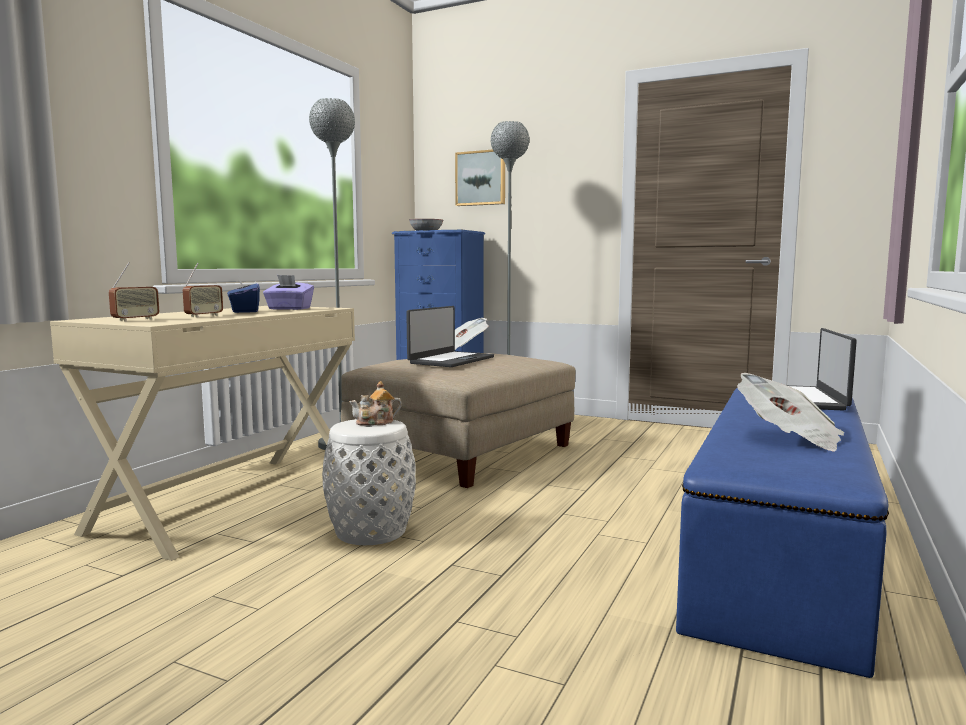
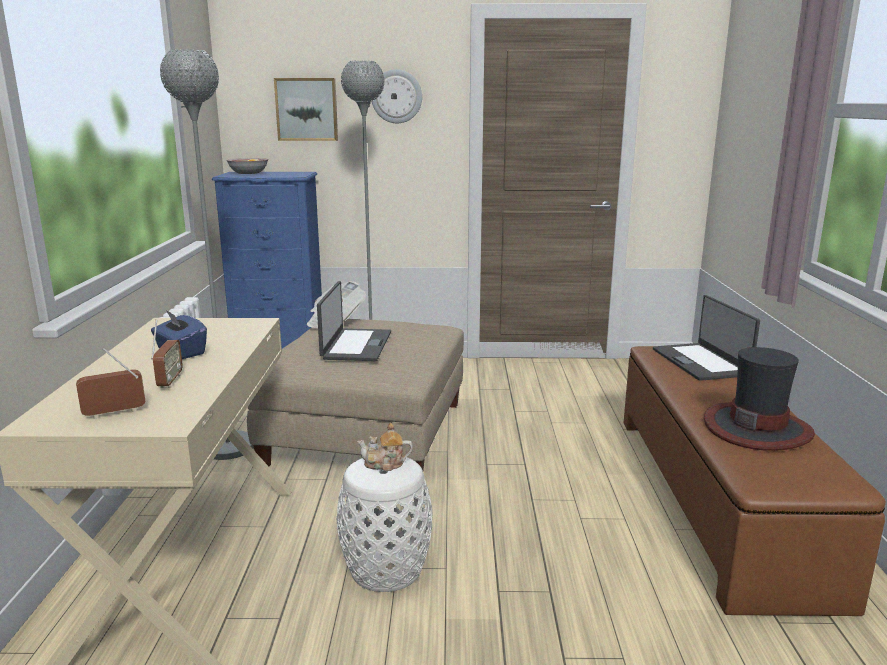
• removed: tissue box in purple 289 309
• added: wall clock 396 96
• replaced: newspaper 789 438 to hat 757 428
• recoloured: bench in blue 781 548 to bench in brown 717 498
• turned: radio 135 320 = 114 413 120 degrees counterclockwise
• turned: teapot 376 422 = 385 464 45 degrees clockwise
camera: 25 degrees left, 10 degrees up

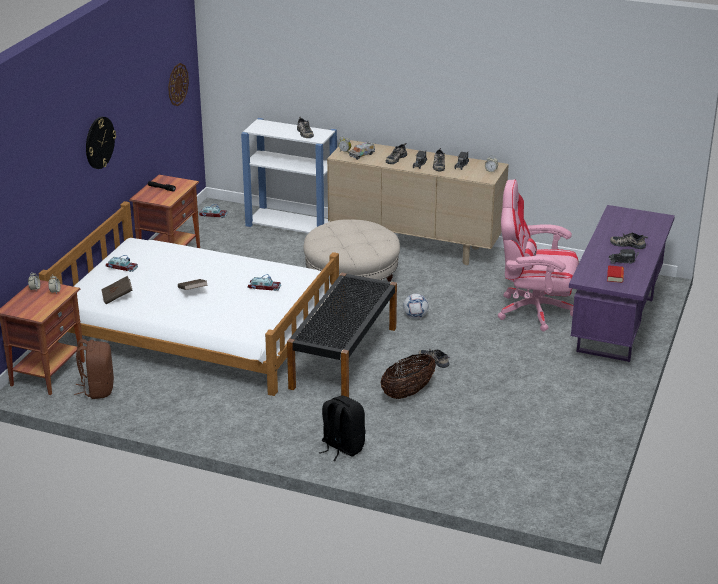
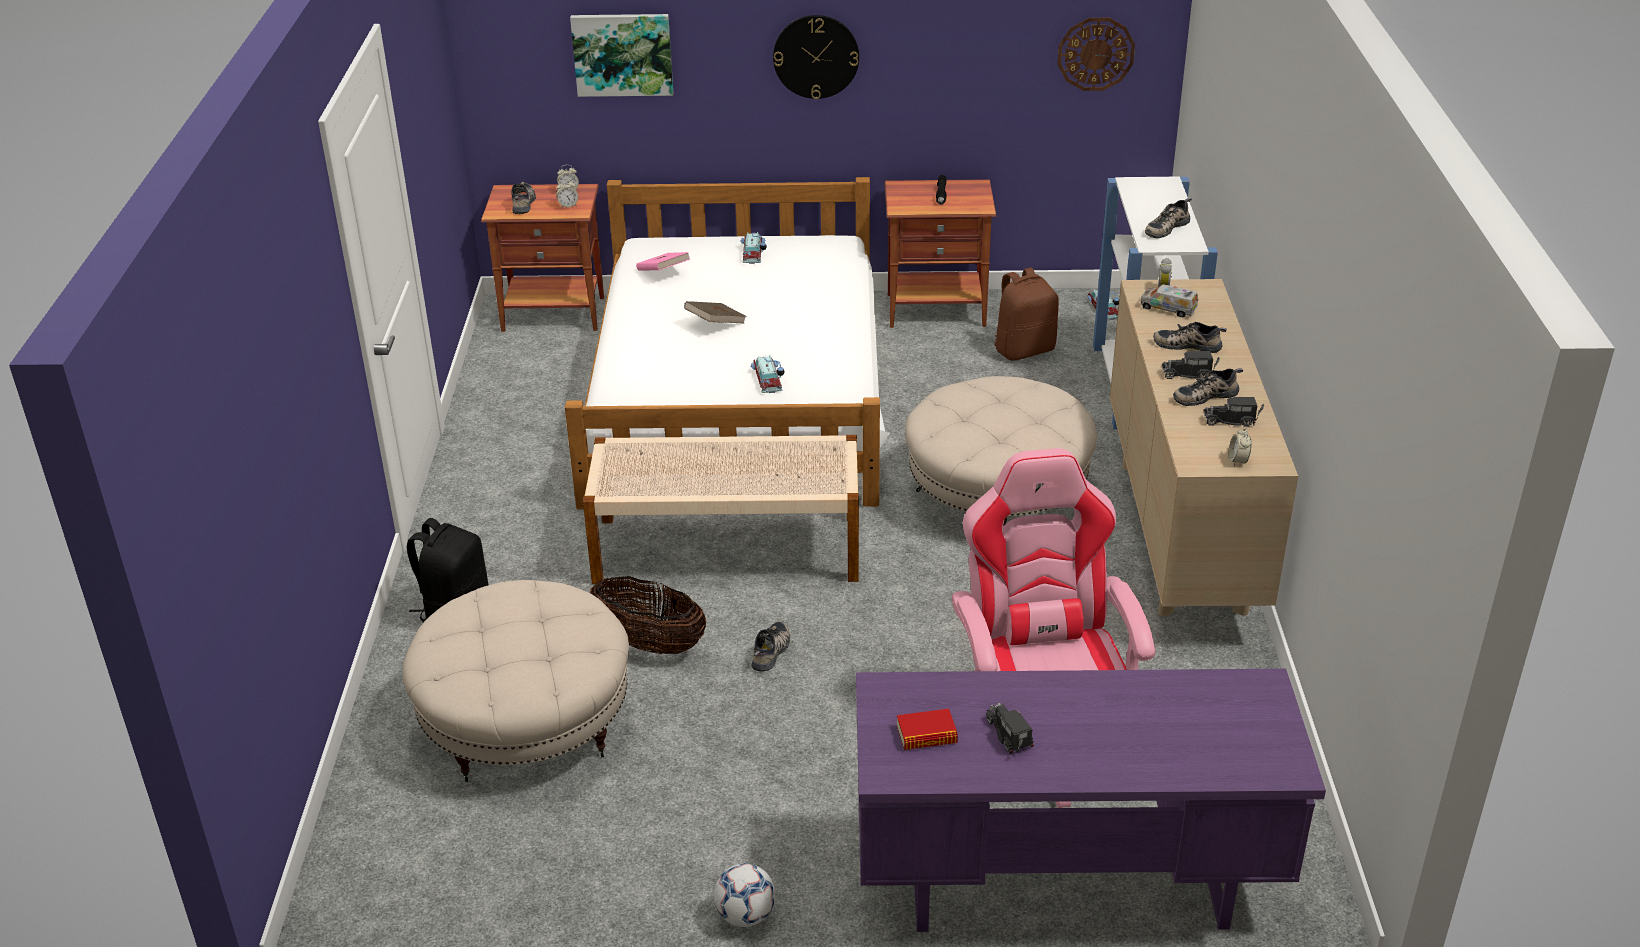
• added: ottoman in beige 526 722
• added: picture 622 54
• moved: backpack in brown 97 389 to 1024 349
• moved: football 415 316 to 745 916
• moved: shoe 628 244 to 524 203
• recoloured: book in brown 117 297 to book in pink 663 273
• recoloured: bench in black 343 357 to bench in beige 727 548
camera: 70 degrees right, 5 degrees up

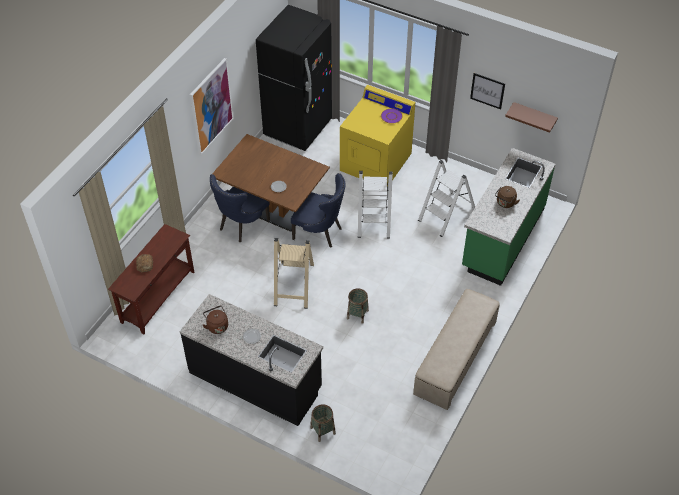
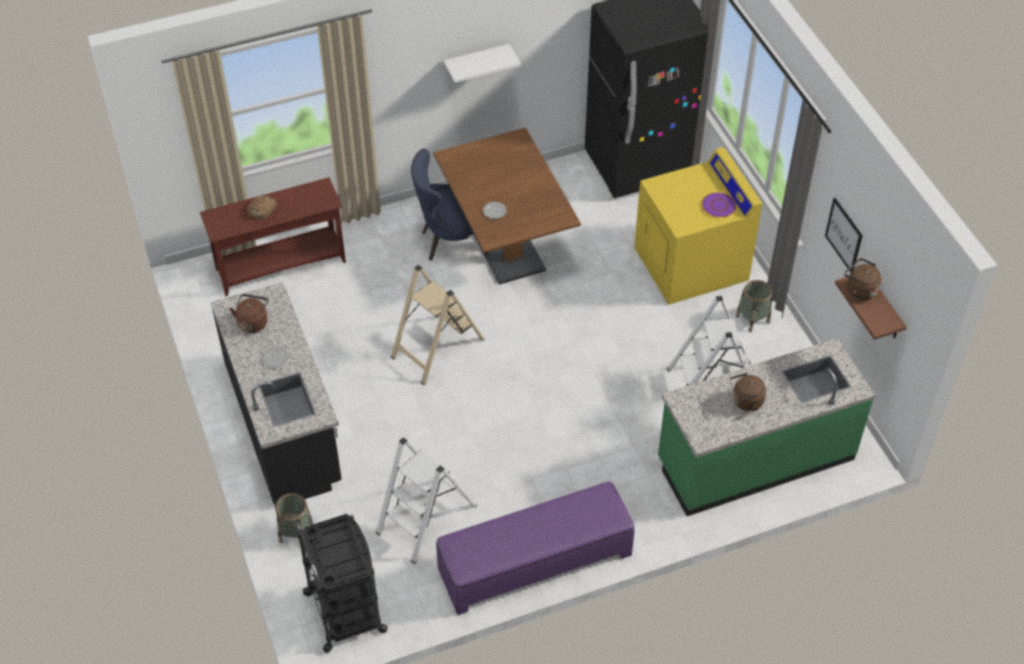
• removed: chair in blue 320 232
• added: cart in black 346 612
• added: kettle in brown 859 290
• moved: basket 357 314 to 752 319
• moved: step ladder in white 374 217 to 427 518
• replaced: picture 211 106 to shelf in white 476 62
• recoloured: bench in beige 455 357 to bench in purple 534 562
camera: 40 degrees right, 0 degrees up

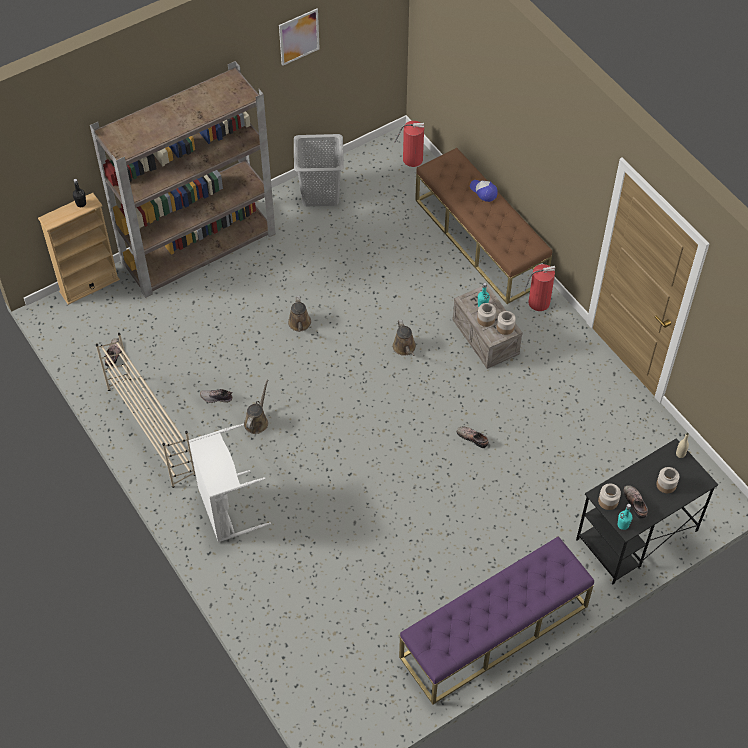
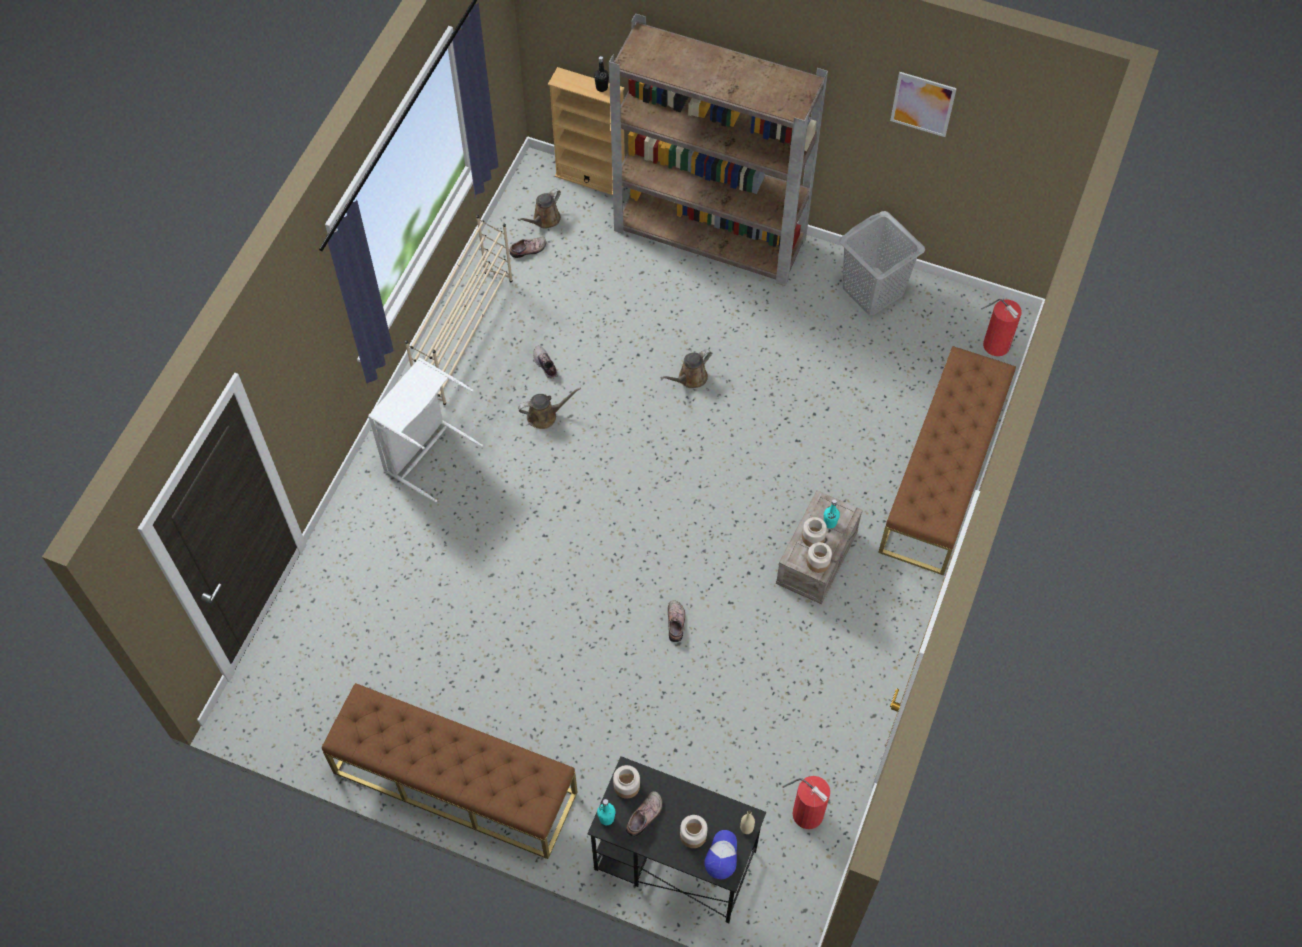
• moved: watering can in brown 405 348 to 544 220
• moved: cap 483 191 to 721 856
• moved: fire extinguisher 538 302 to 806 812
• recoloured: bench in purple 494 632 to bench in brown 454 782
camera: 55 degrees right, 5 degrees up

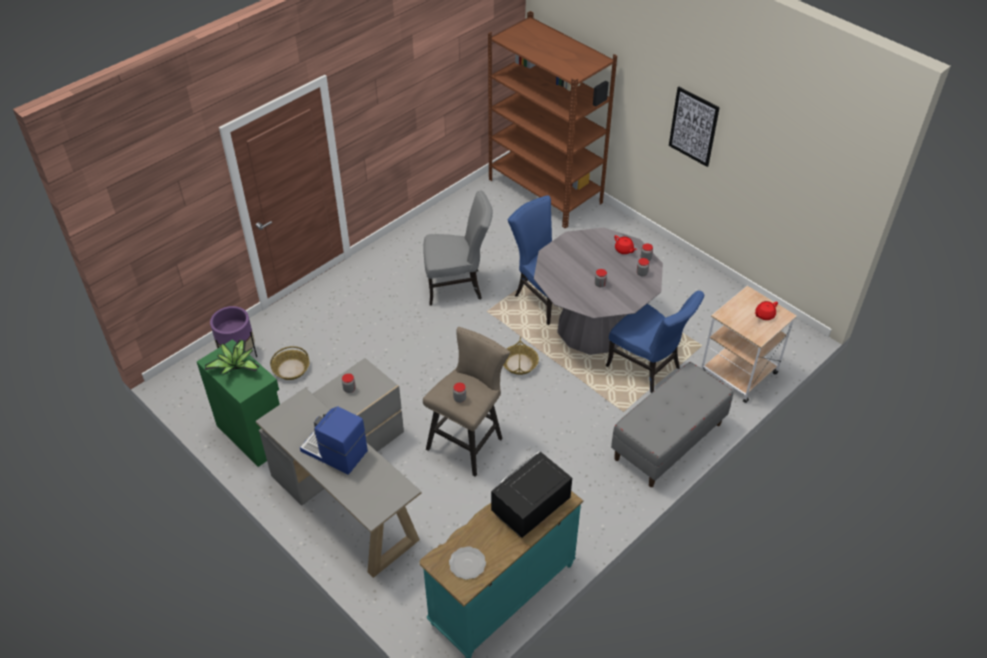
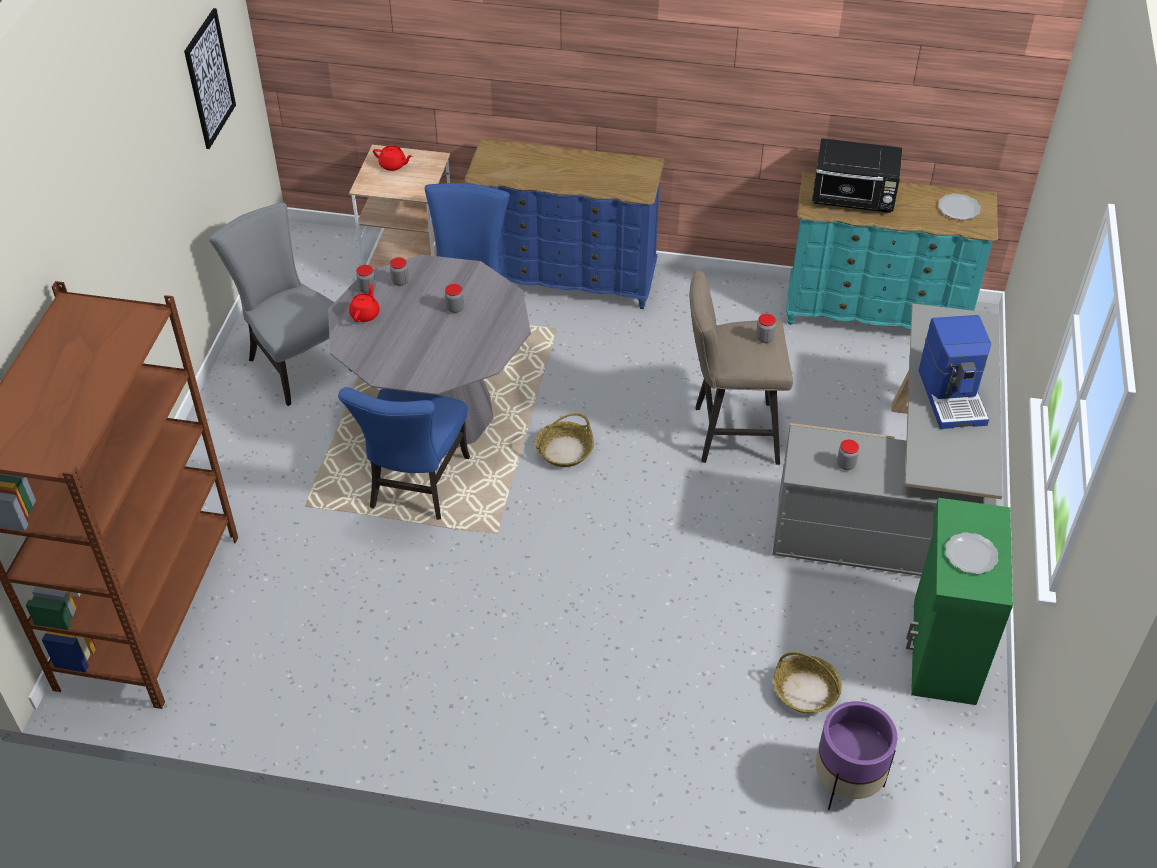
• moved: chair in grey 458 285 to 295 362
• moved: picture 693 126 to 209 79
• replaced: potted plant 235 366 to plate 970 554
• replaced: bench in grey 668 441 to dresser in blue 566 279
camera: 125 degrees left, 0 degrees up

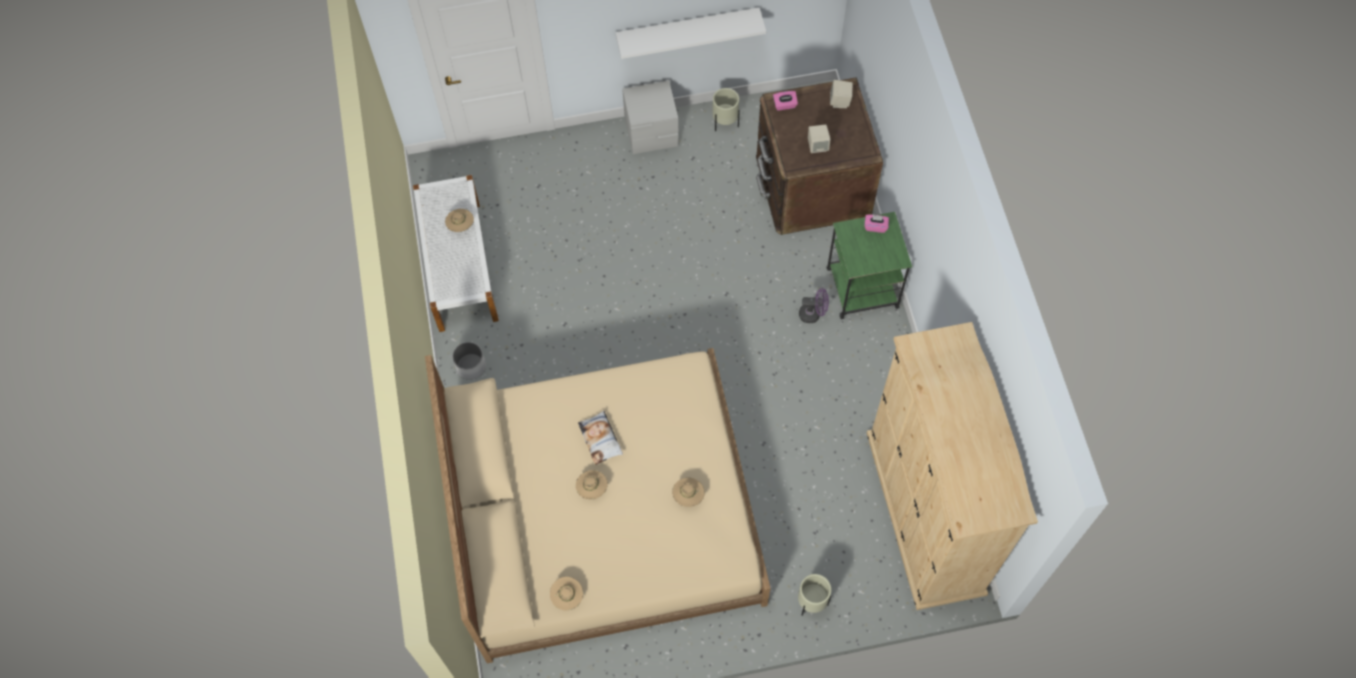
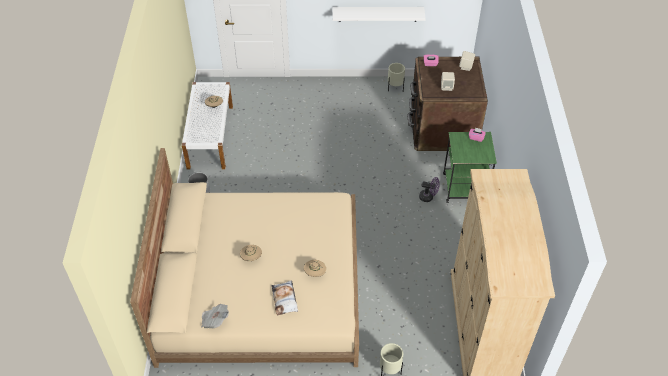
• removed: nightstand in white 651 132
• moved: pillow 601 439 to 285 299
• replaced: hat in beige 567 597 to newspaper 215 320
camera: 10 degrees right, 15 degrees down

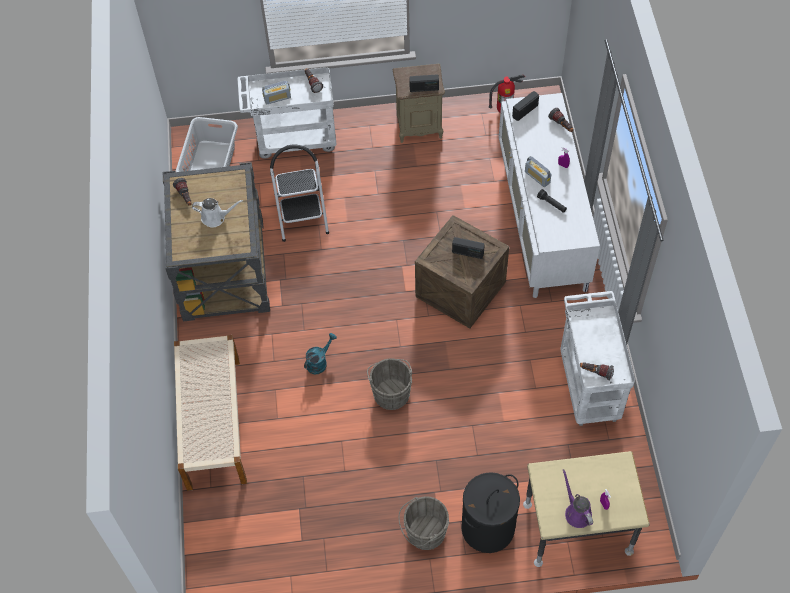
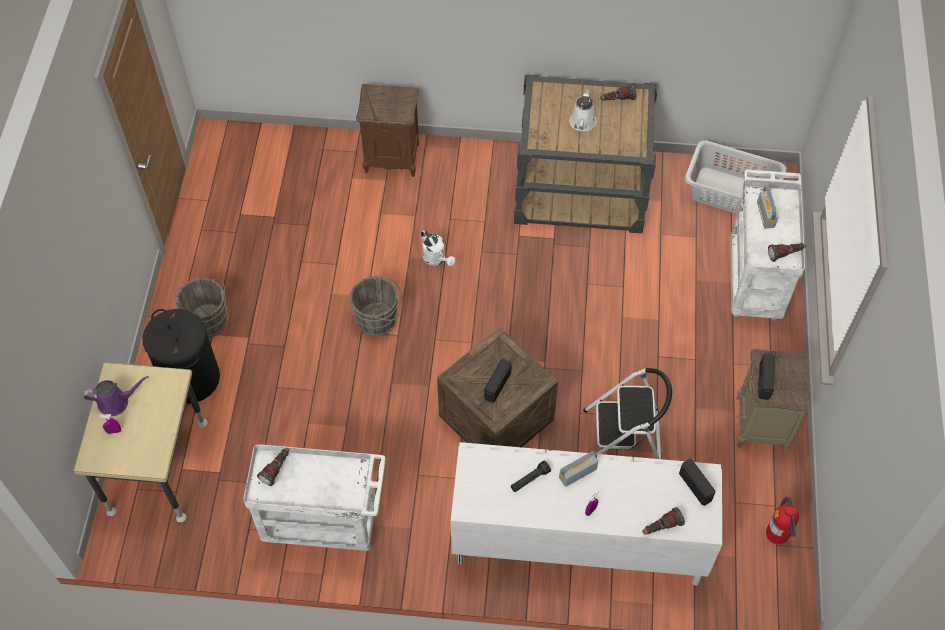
• moved: step ladder 301 213 to 625 437
• replaced: bench in beige 213 423 to nightstand in brown 392 159
• recoloured: watering can in turquoise 319 362 to watering can in white 436 259
camera: 100 degrees right, 0 degrees up

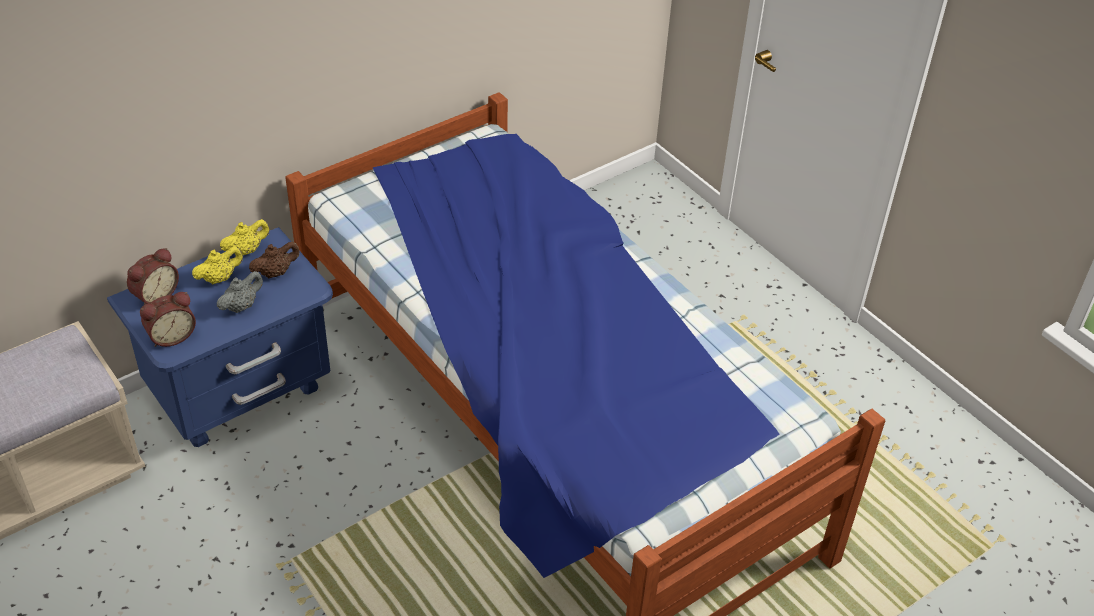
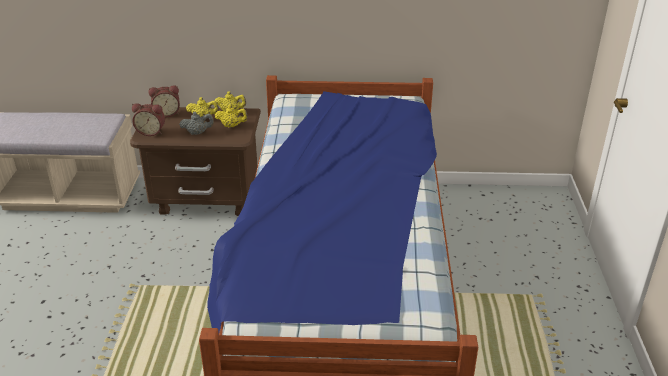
• recoloured: nightstand in blue 243 396 to nightstand in brown 206 202
• recoloured: teapot in brown 276 273 to teapot in yellow 232 126
camera: 40 degrees right, 10 degrees down

